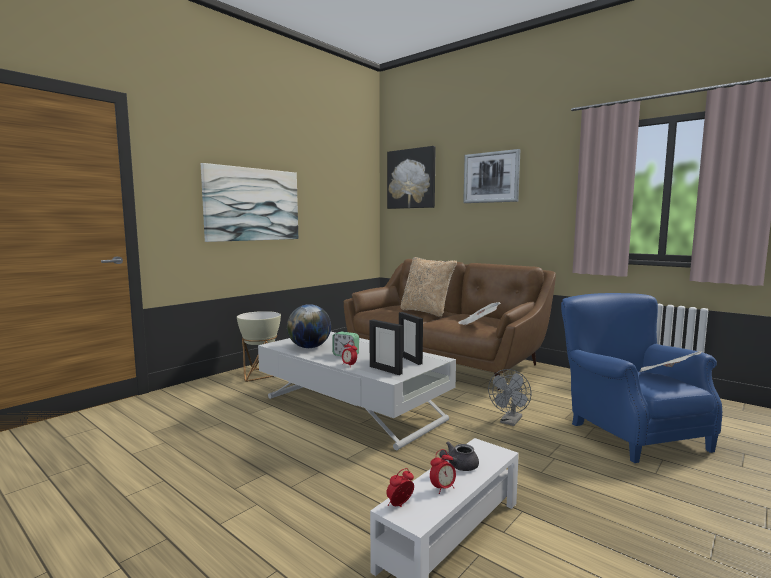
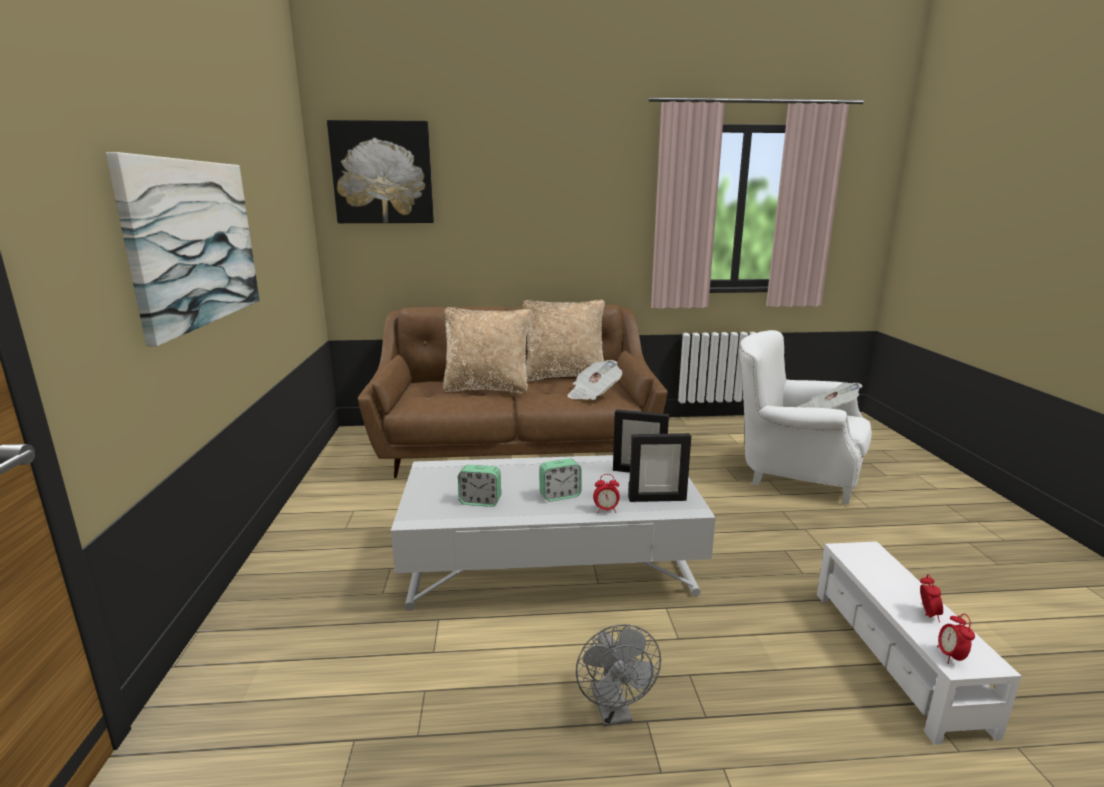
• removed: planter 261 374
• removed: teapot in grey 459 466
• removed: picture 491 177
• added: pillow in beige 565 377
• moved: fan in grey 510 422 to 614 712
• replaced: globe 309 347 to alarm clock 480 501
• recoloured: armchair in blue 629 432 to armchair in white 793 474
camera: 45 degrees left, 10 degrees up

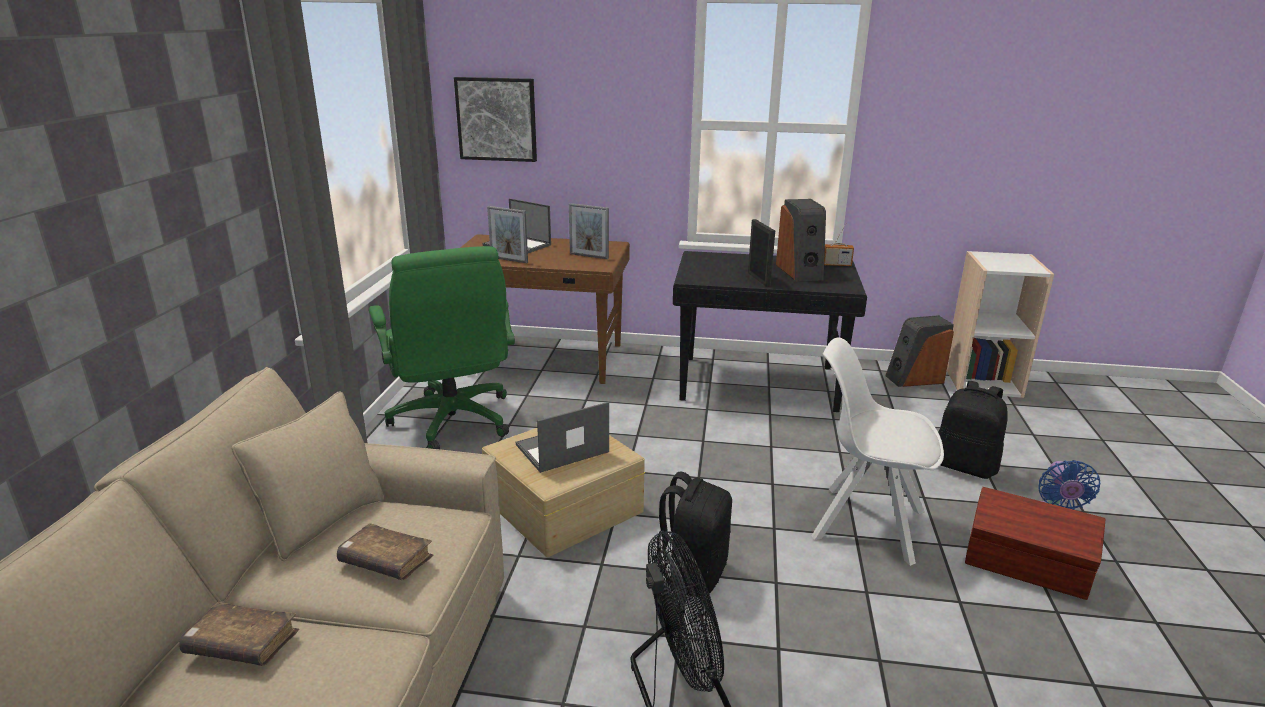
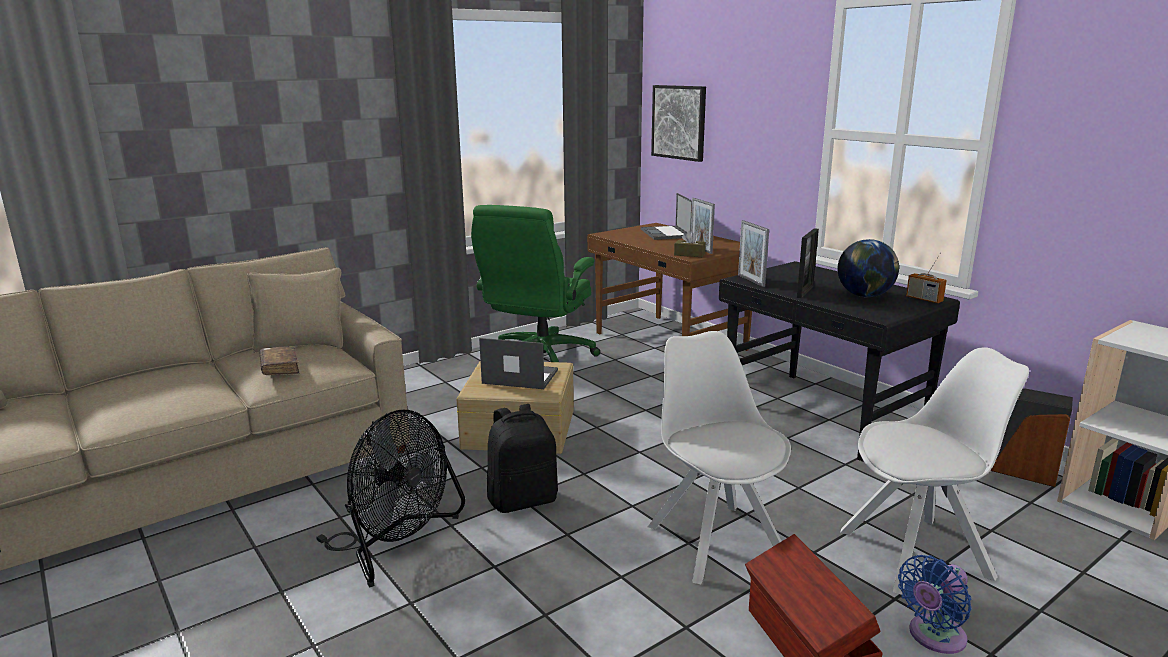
• removed: book in brown 242 645
• added: tissue box in brown 689 254
• moved: picture frame 509 260 to 751 280
• replaced: speaker 800 272 to globe 865 296
• replaced: backpack in black 965 466 to chair in white 917 554
camera: 45 degrees right, 5 degrees down

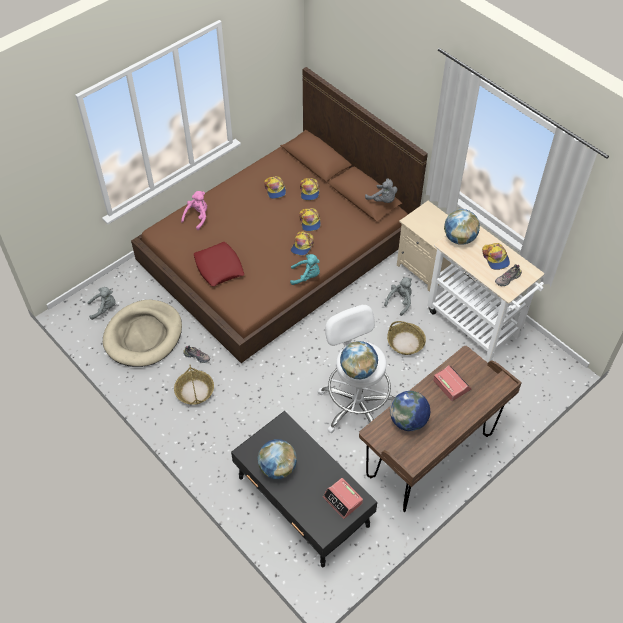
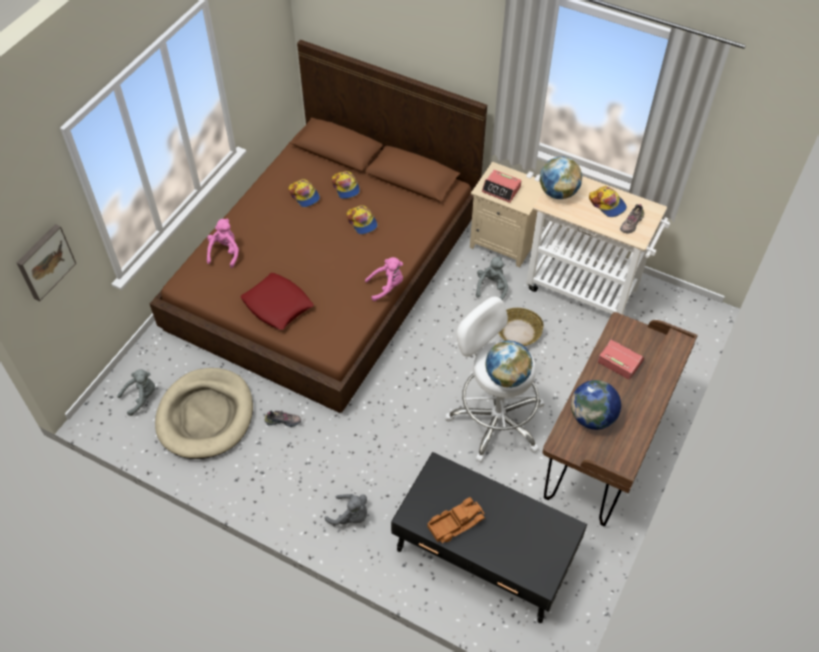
• removed: basket 194 391
• removed: cap 302 245
• added: picture 44 261
• moved: alarm clock 343 500 to 501 189
• moved: plush toy in grey 383 200 to 350 516
• replaced: globe 277 468 to toy truck 455 522
• recoloured: plush toy in turquoise 306 276 to plush toy in pink 387 286
camera: 20 degrees left, 0 degrees up

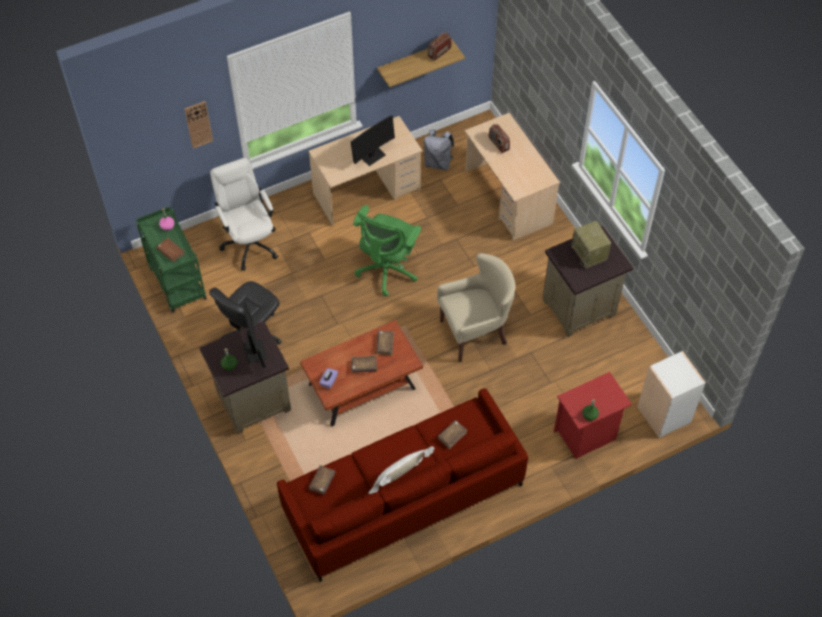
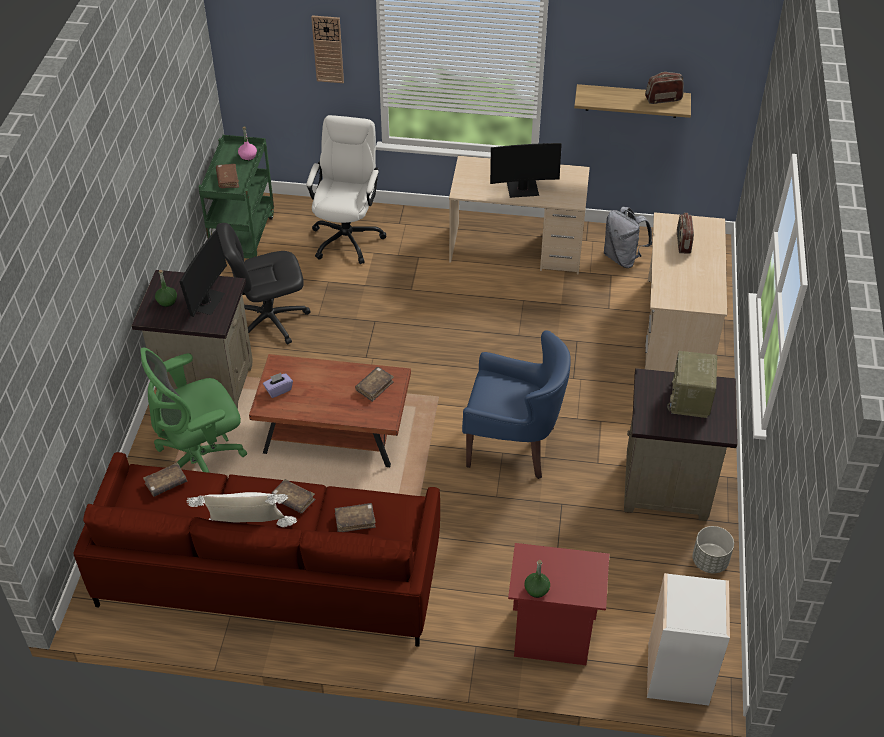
• added: planter in grey 710 561
• moved: book in brown 364 366 to 293 500
• moved: office chair in green 387 266 to 203 458
• recoloured: armchair in beige 475 333 to armchair in blue 512 447
camera: 35 degrees right, 10 degrees down

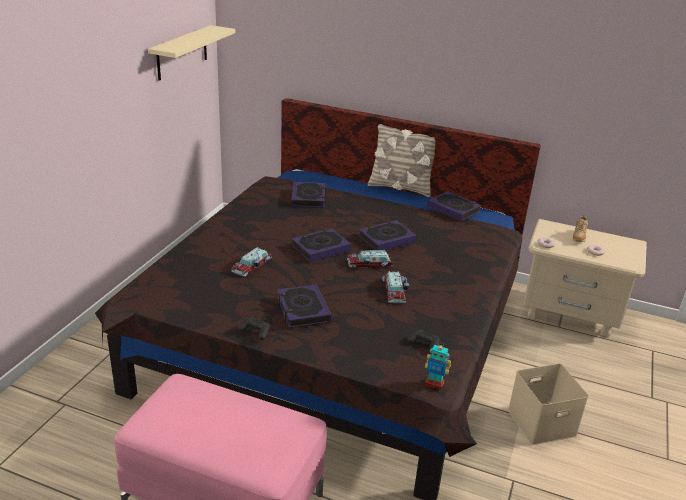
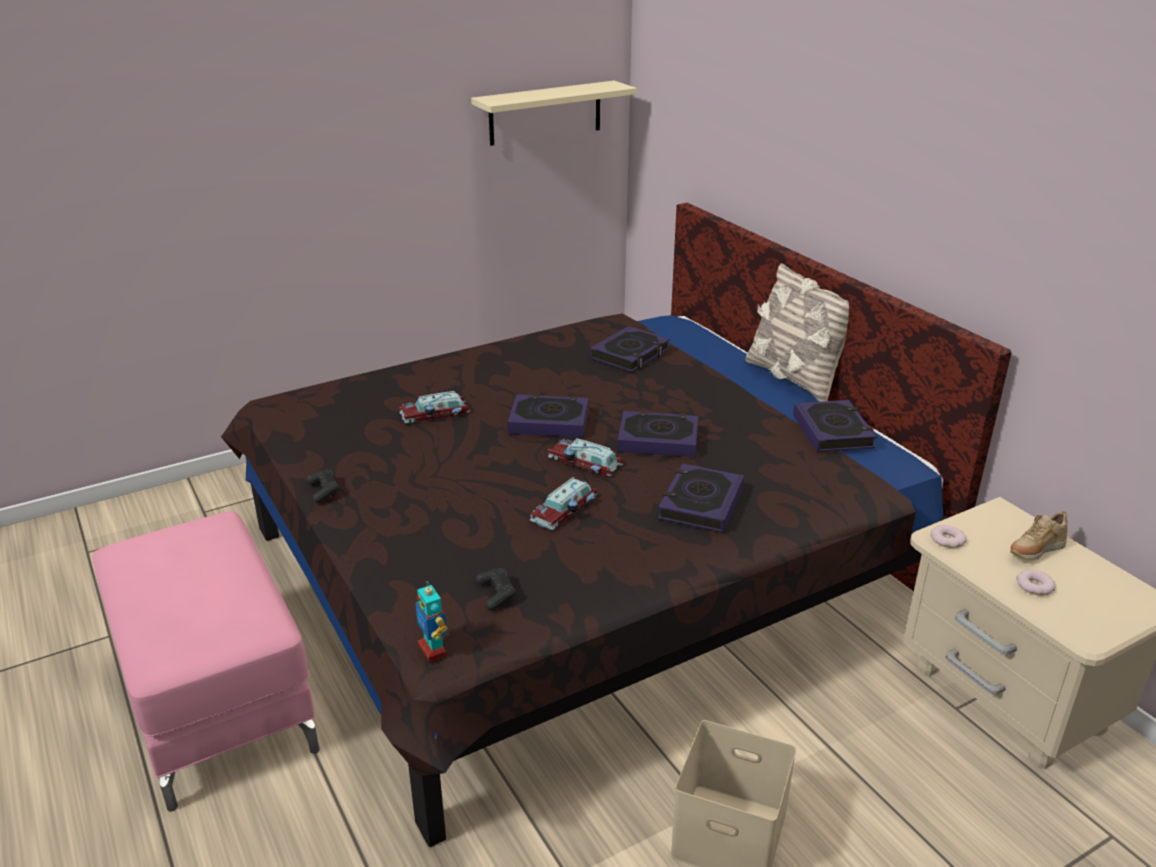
• moved: book 302 310 to 700 503
camera: 40 degrees right, 0 degrees up

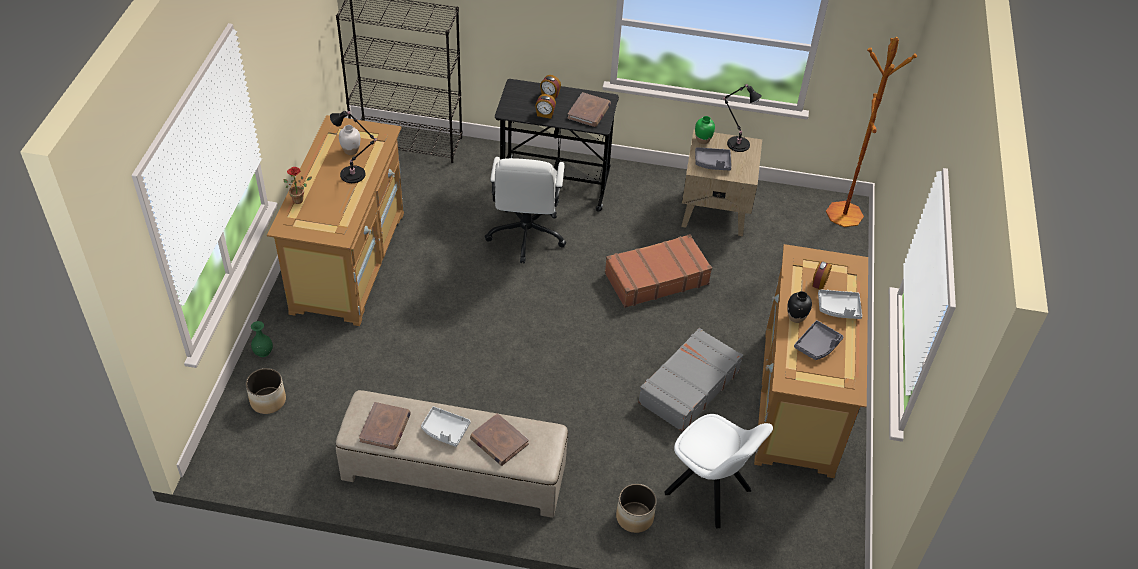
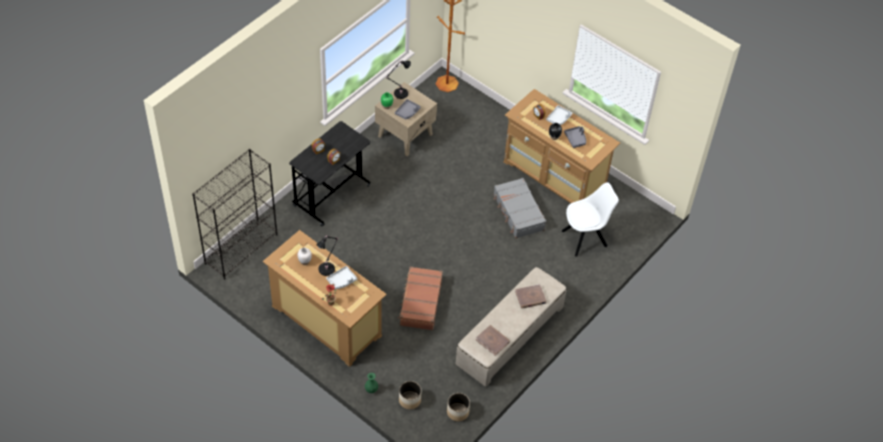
• removed: office chair in white 526 238
• removed: book in brown 589 112
• moved: tray in grey 445 430 to 342 280
• moved: suitcase in brown 656 278 to 420 302
• moved: planter 634 517 to 458 412
camera: 60 degrees left, 5 degrees up

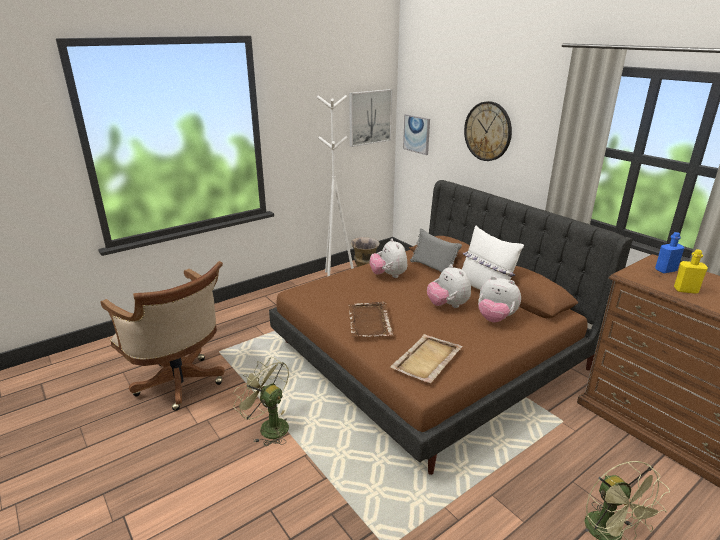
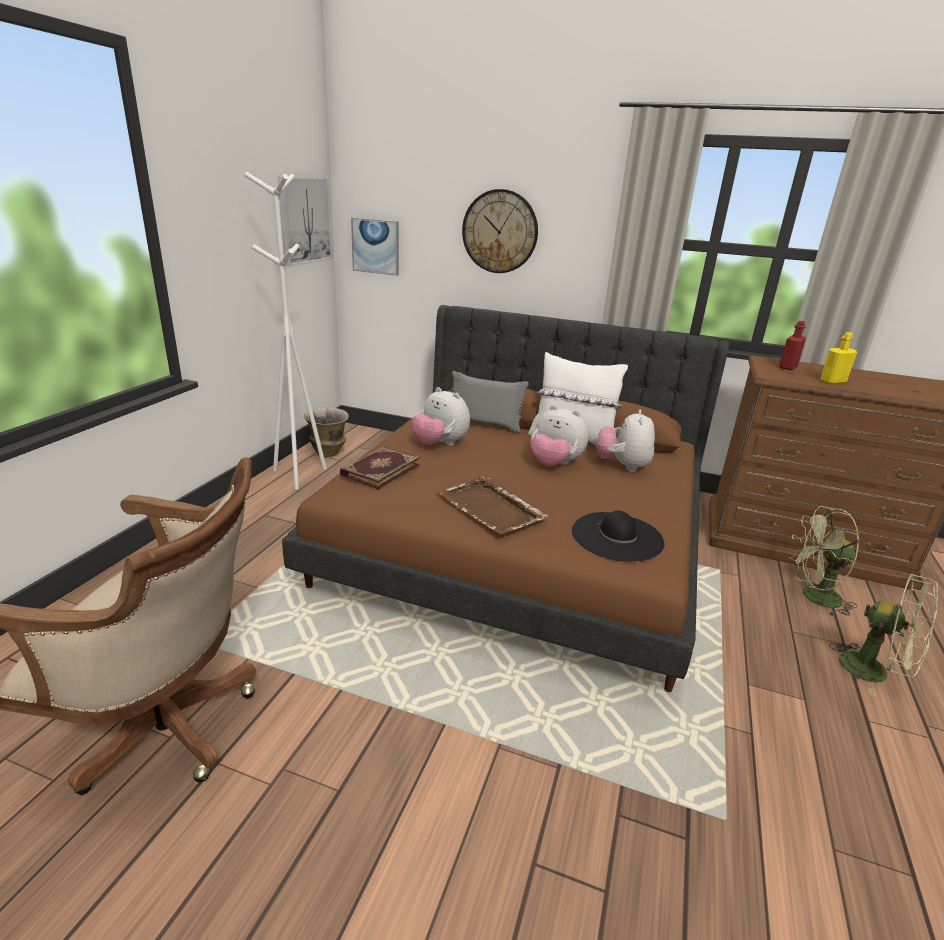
• added: book 379 469
• moved: fan in green 268 426 to 813 597
• replaced: tray in beige 426 360 to hat in black 617 536
• recoloured: bottle in blue 665 270 to bottle in red 787 367
• turned: plush toy 495 319 = 622 466 105 degrees clockwise
camera: 35 degrees left, 0 degrees up

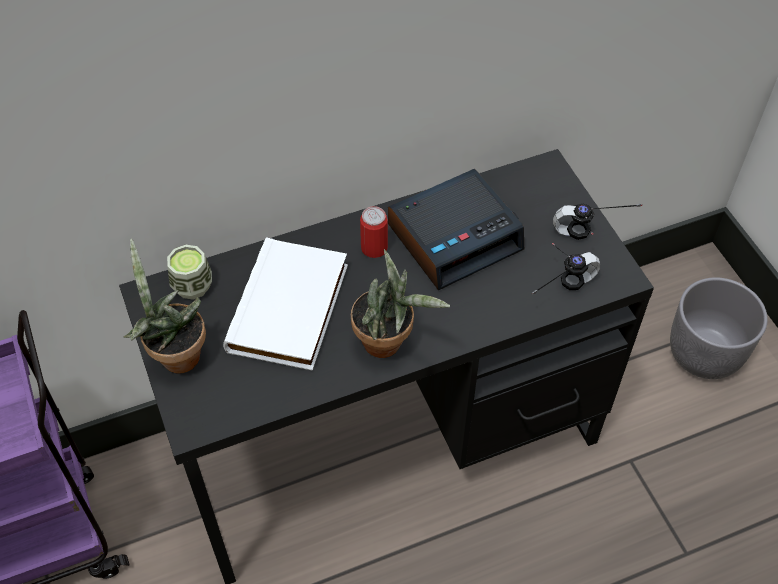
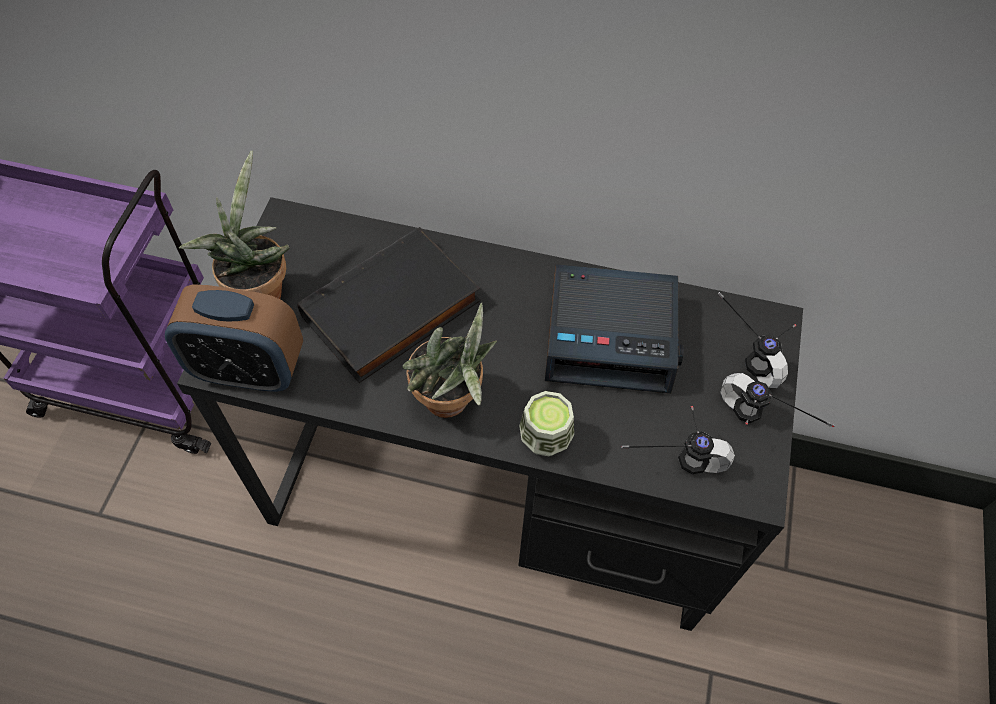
• removed: can 374 248
• removed: planter in grey 705 353
• added: alarm clock 249 370
• added: headphones 755 350
• moved: cup 192 286 to 545 437
• recoloured: book in white 291 309 to book in black 392 312
camera: 35 degrees right, 5 degrees up

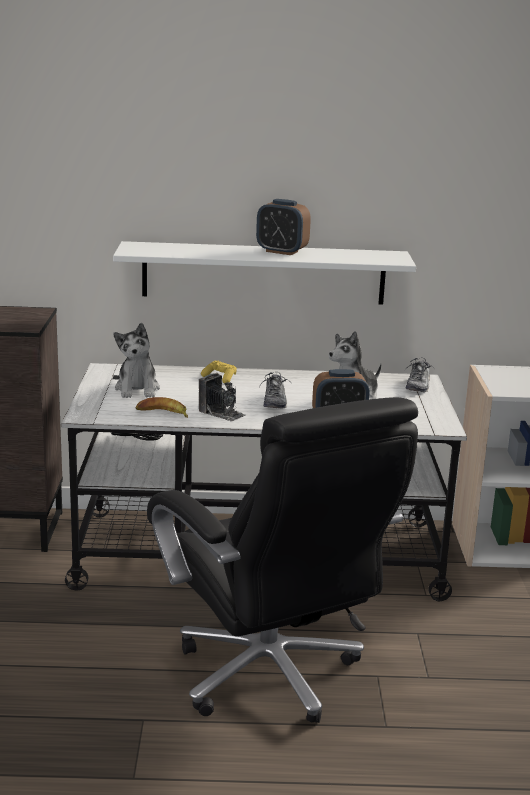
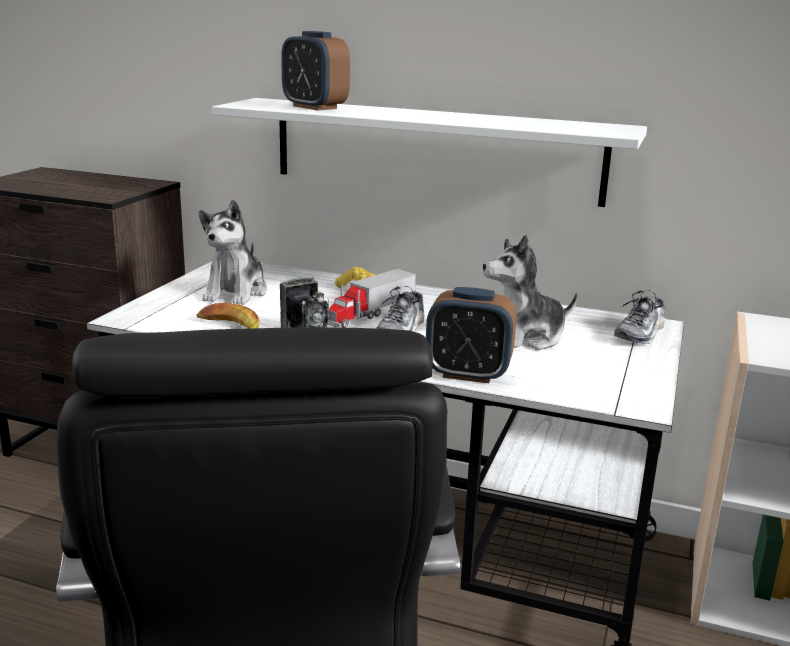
• added: toy truck 369 313
• moved: alarm clock 282 251 to 314 107
camera: 20 degrees right, 0 degrees up

